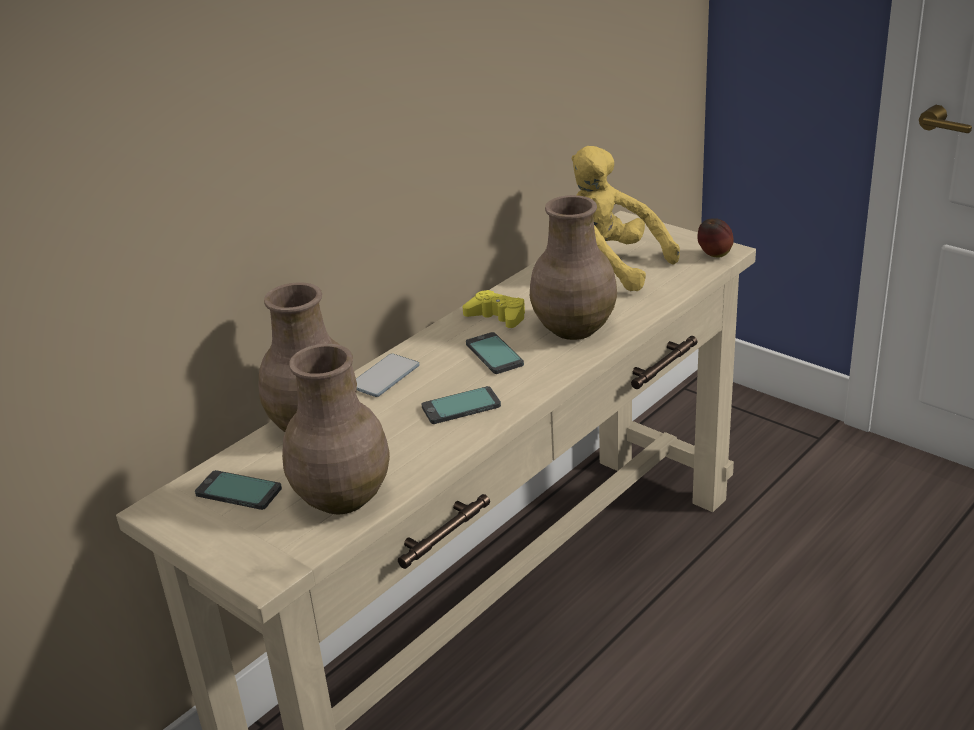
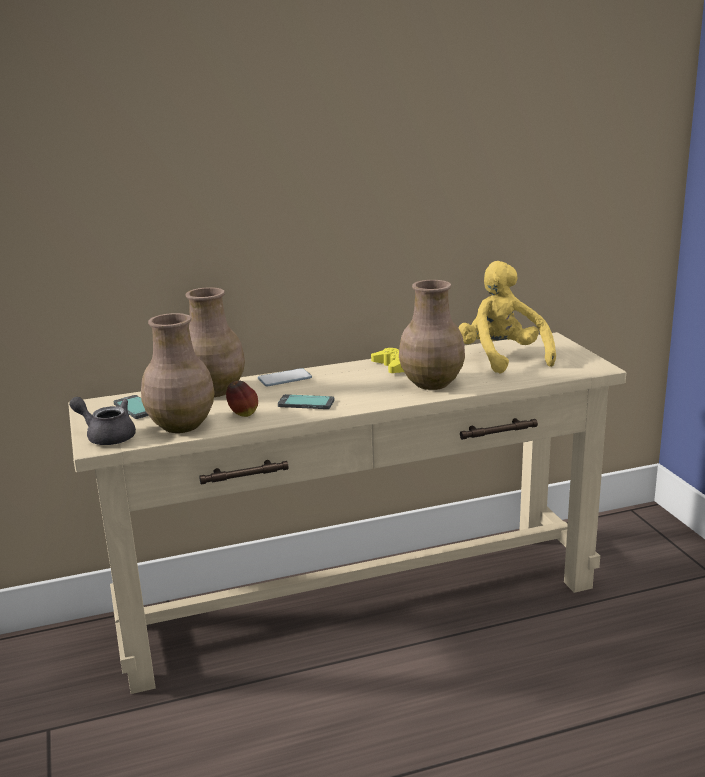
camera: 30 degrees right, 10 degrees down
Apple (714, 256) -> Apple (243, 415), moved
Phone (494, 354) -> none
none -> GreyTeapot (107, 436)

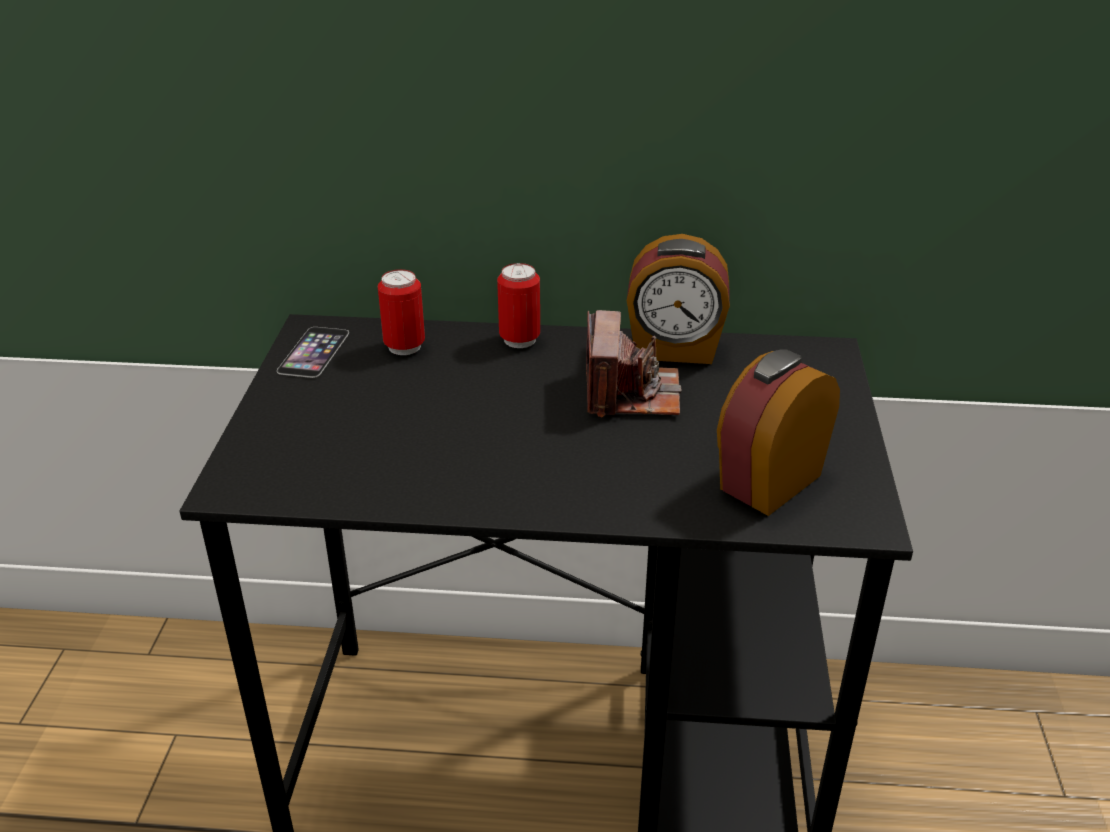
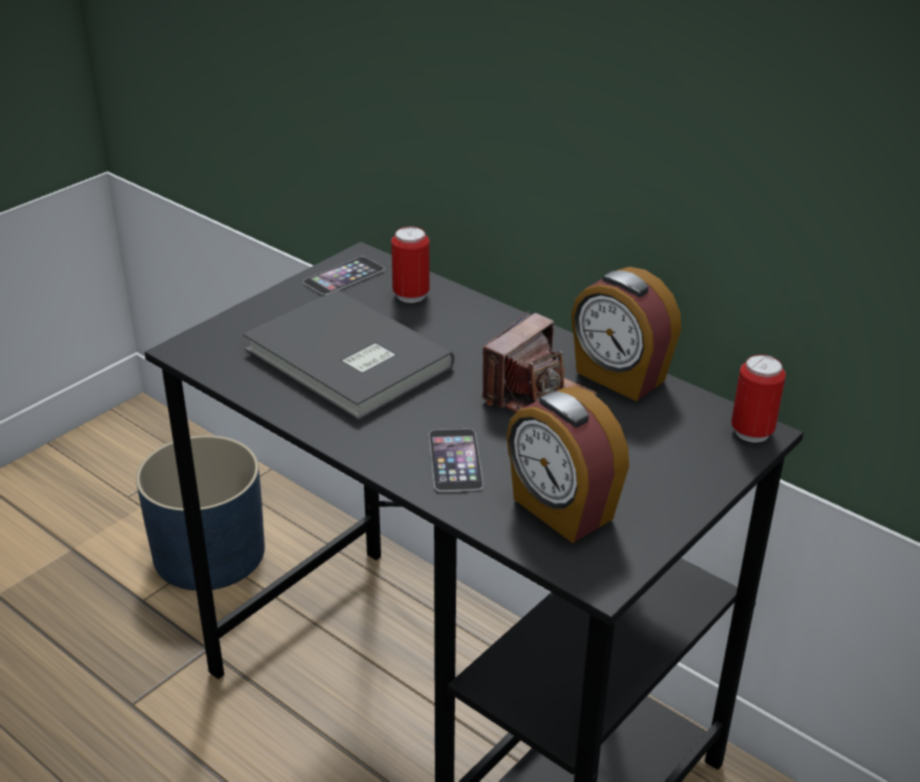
camera: 35 degrees right, 0 degrees up
Can (519, 340) -> Can (752, 432), moved
AlarmClock (768, 481) -> AlarmClock (561, 510), 120 degrees counterclockwise
none -> GreyBook (346, 361)
none -> Phone (455, 459)
none -> BluePlanter (210, 552)

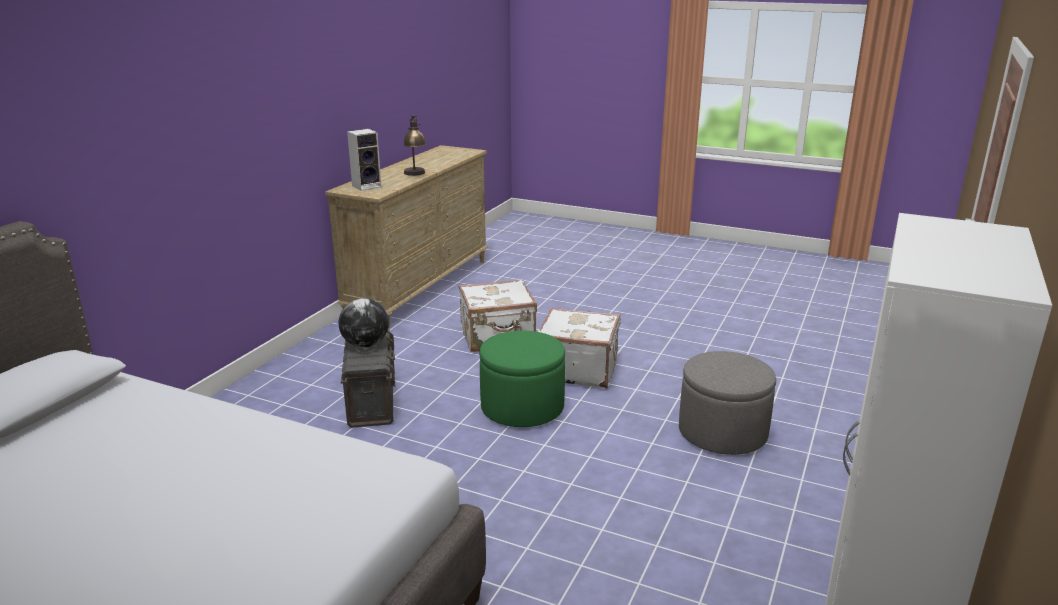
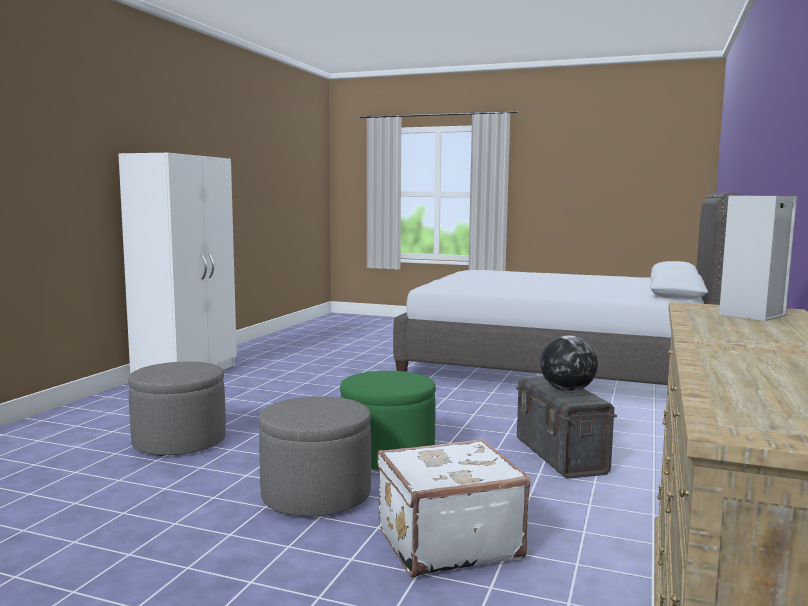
camera: 175 degrees right, 15 degrees down
TableLamp (415, 175) -> none
WhiteSuitcase (577, 369) -> GreyOttoman (316, 495)

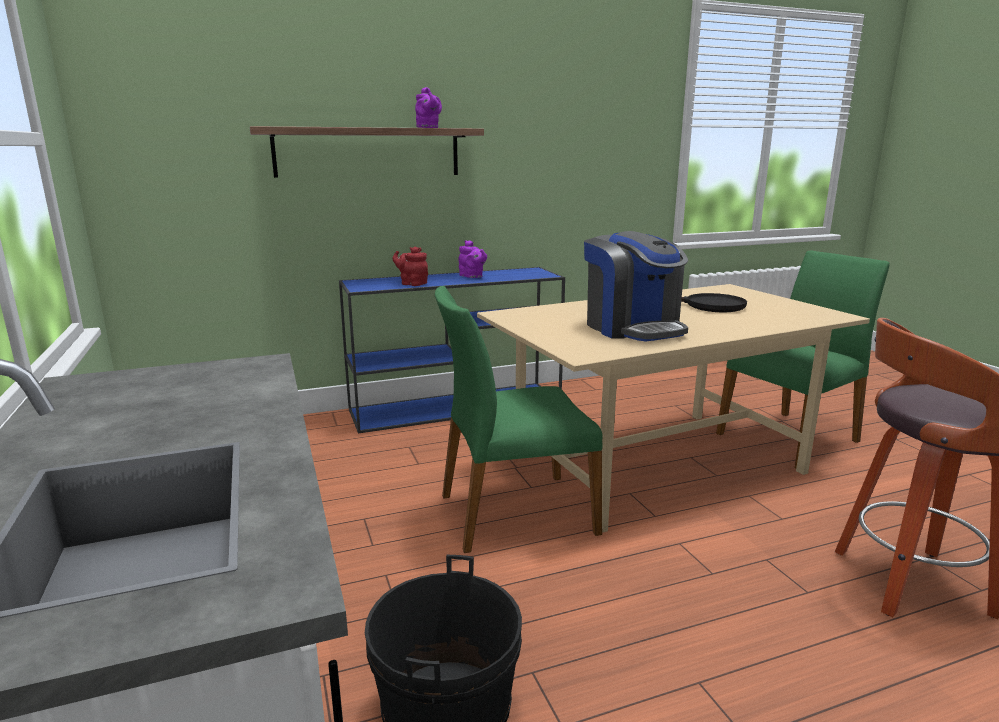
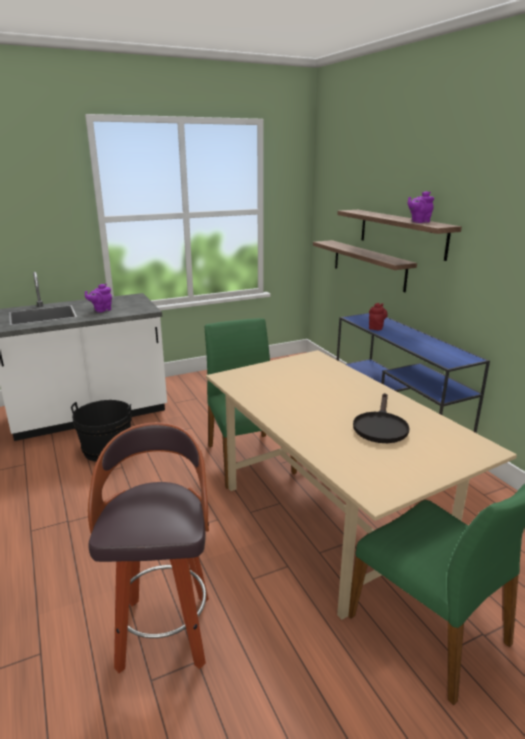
camera: 85 degrees right, 5 degrees up
CoffeeMachine (632, 328) -> none
PurpleTeapot (472, 276) -> PurpleTeapot (101, 310), moved
none -> Shelf (368, 264)

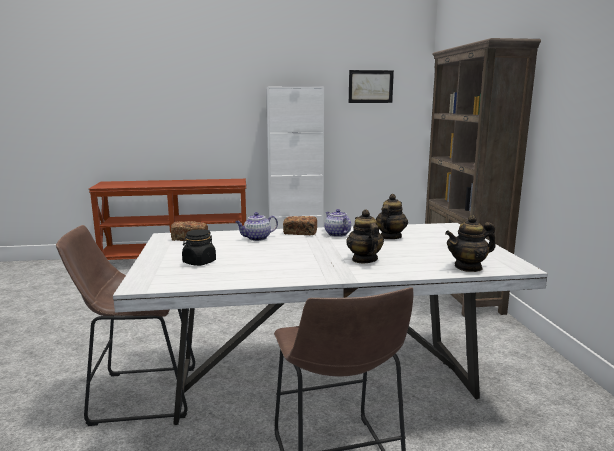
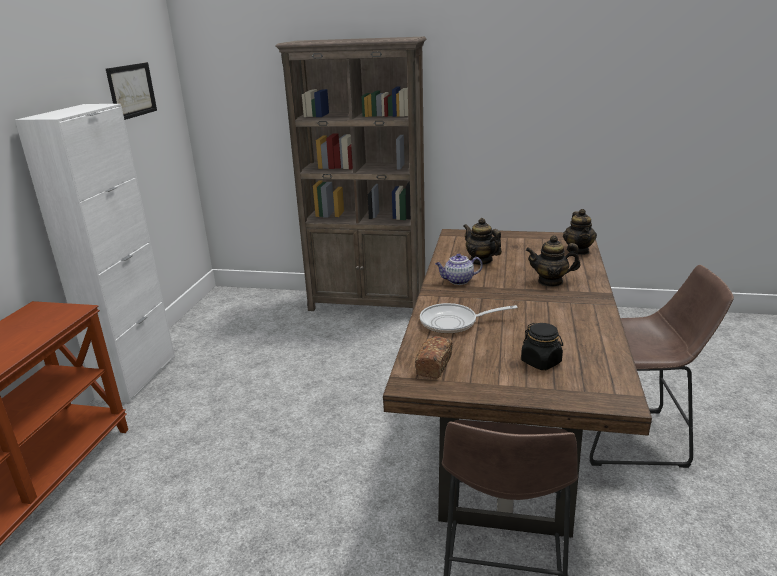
camera: 70 degrees left, 10 degrees up
Teapot (256, 238) -> FryingPan (453, 323)
Bread (300, 233) -> none
WhiteDiningTable (322, 381) -> BrownDiningTable (508, 421)

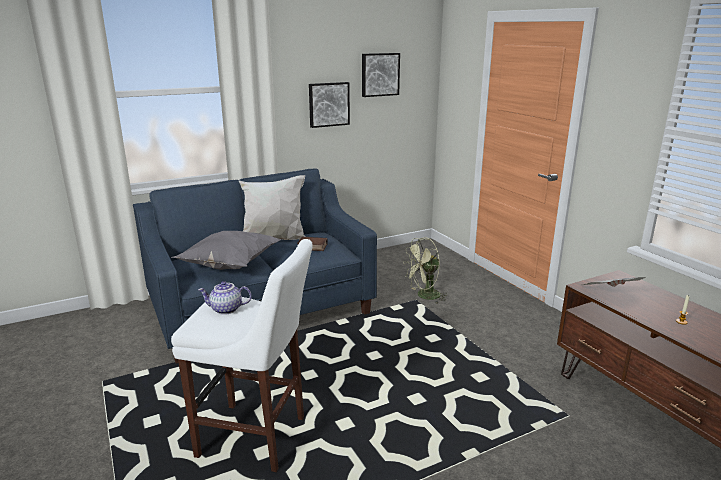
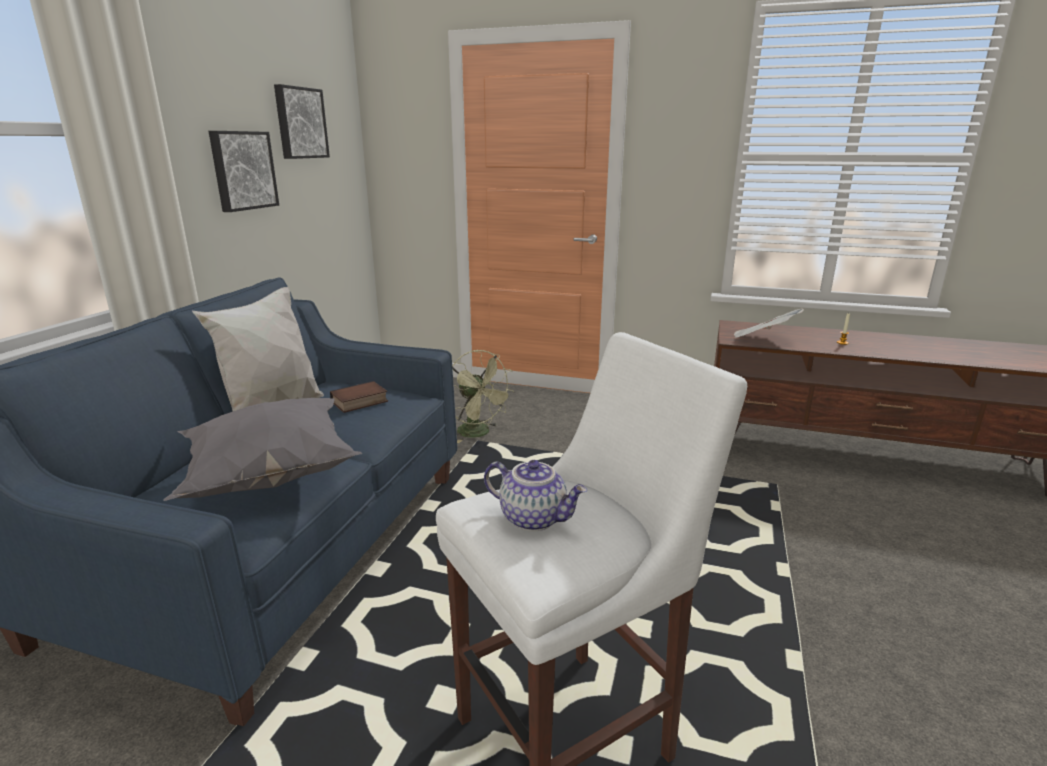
camera: 45 degrees left, 0 degrees up
GreenFan (424, 296) -> GreenFan (479, 433), 60 degrees counterclockwise
Teapot (226, 310) -> Teapot (534, 518), 105 degrees counterclockwise

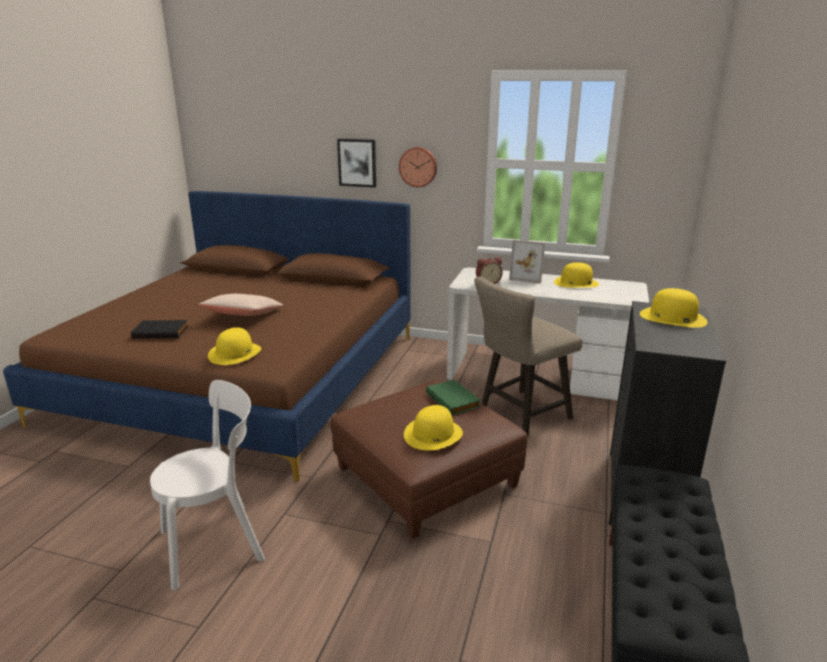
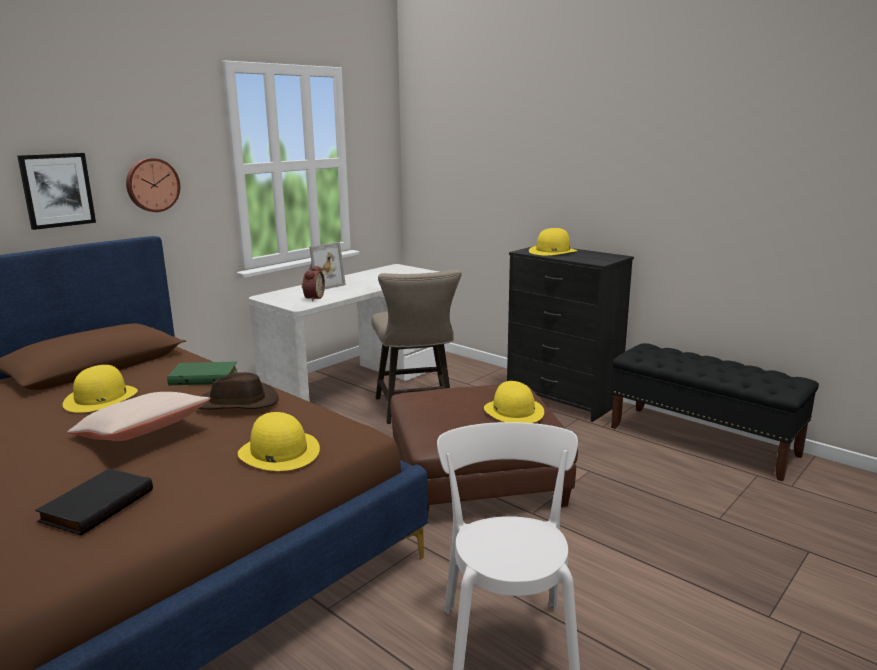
camera: 65 degrees left, 5 degrees down
YellowHat (576, 283) -> YellowHat (101, 398), moved
GreenBook (454, 400) -> GreenBook (204, 377), moved
none -> BrownHat (237, 403)

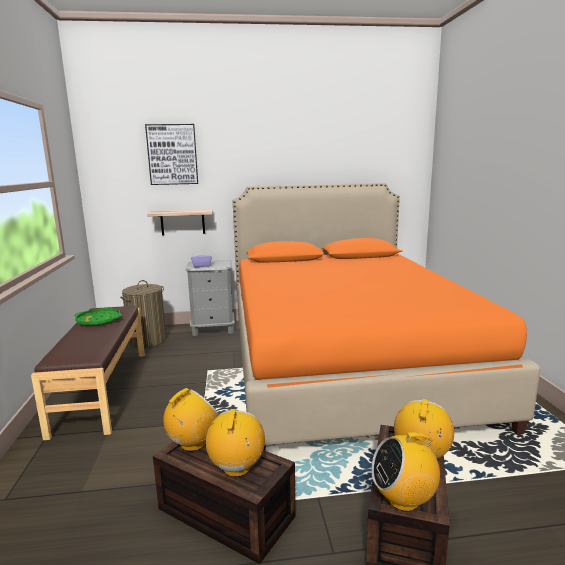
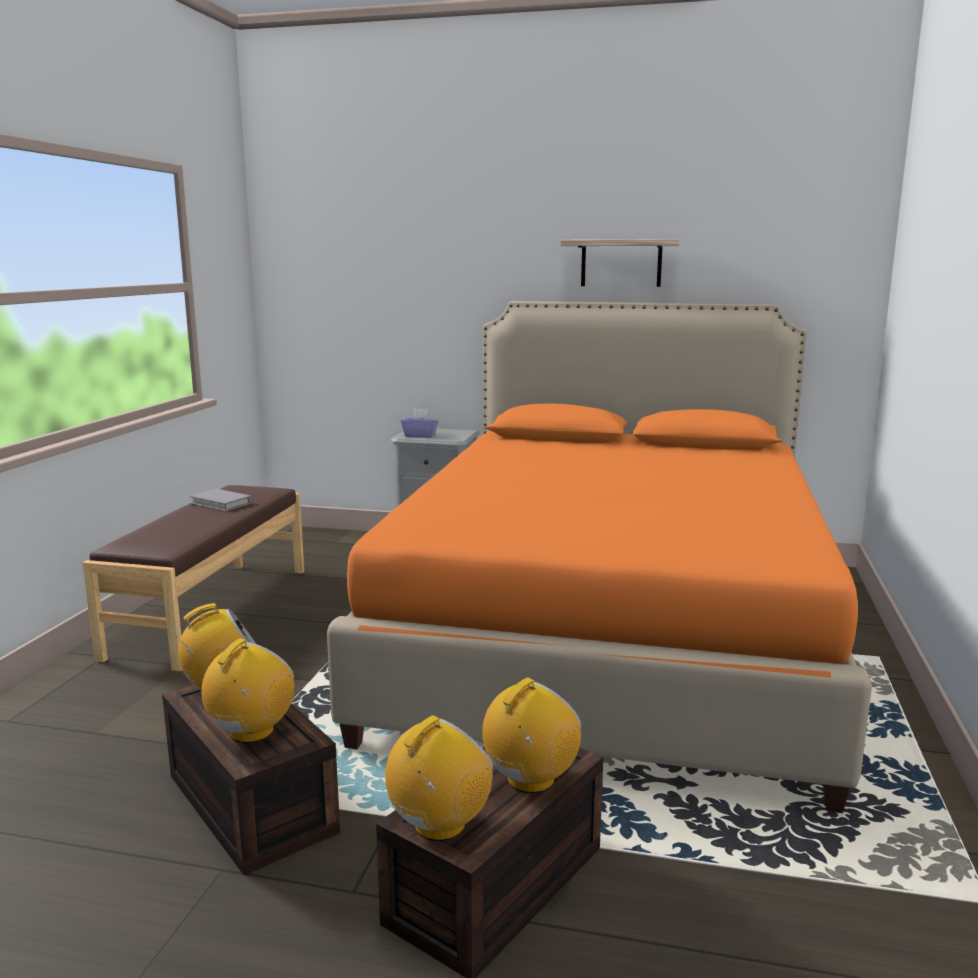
camera: 20 degrees right, 0 degrees up
Picture (172, 154) -> none
Shelf (182, 222) -> Shelf (621, 263), moved
LaundryBasket (147, 340) -> none
GreenTray (98, 320) -> GreyBook (221, 503)
Radio (403, 499) -> Radio (439, 825), 120 degrees clockwise

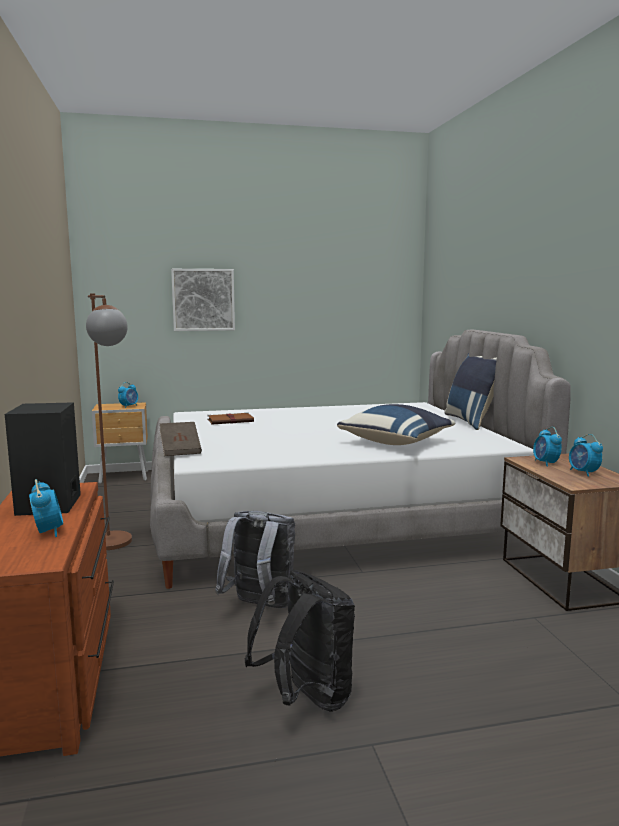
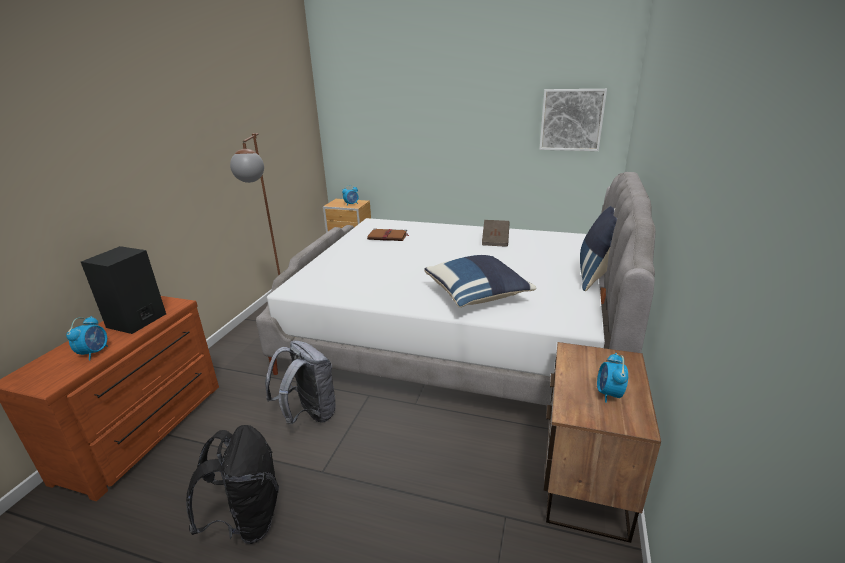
camera: 30 degrees right, 15 degrees up
Picture (203, 300) -> Picture (571, 120), moved
BrownBook (180, 450) -> BrownBook (495, 241), moved
AlarmClock (545, 463) -> none

